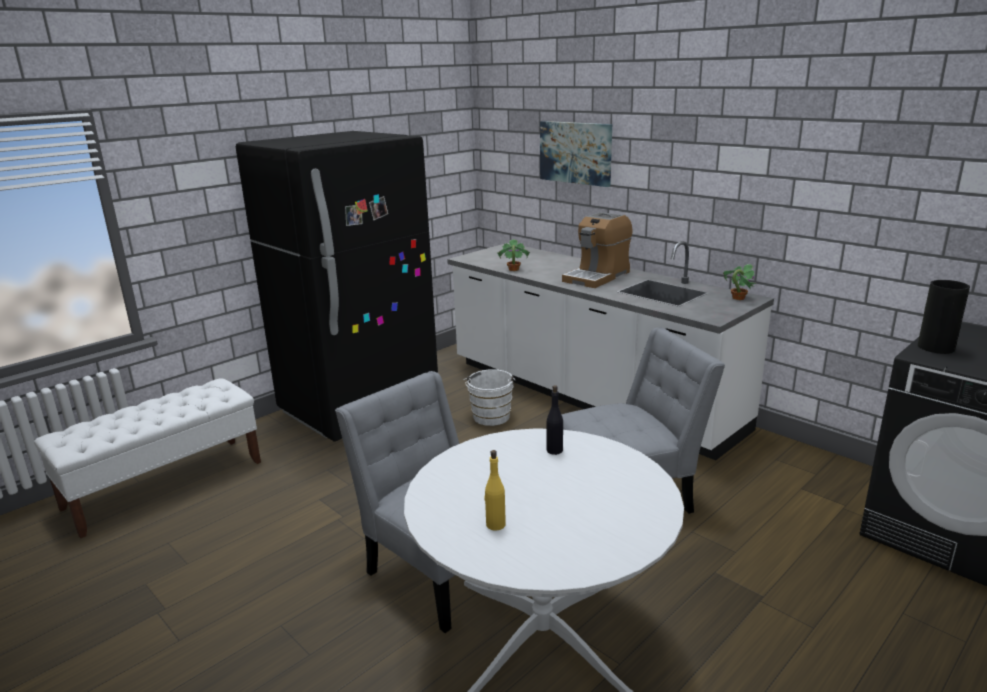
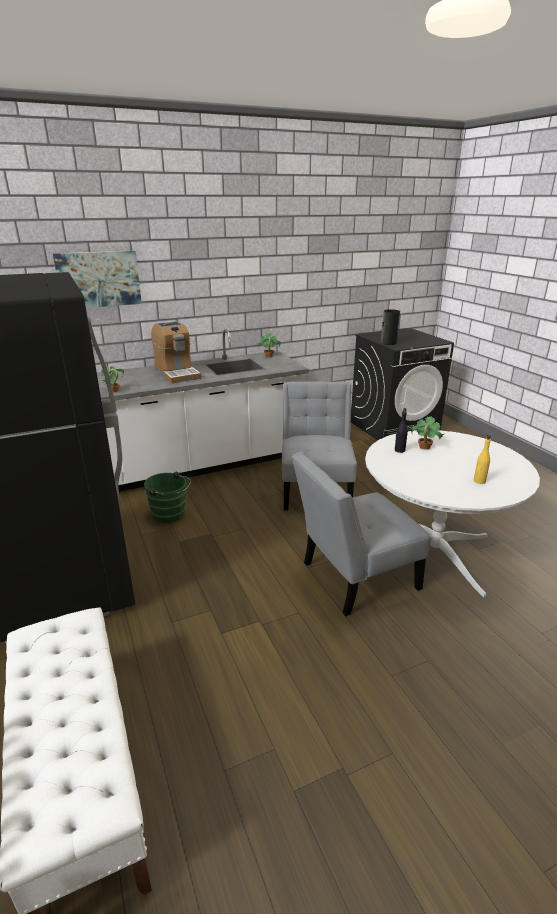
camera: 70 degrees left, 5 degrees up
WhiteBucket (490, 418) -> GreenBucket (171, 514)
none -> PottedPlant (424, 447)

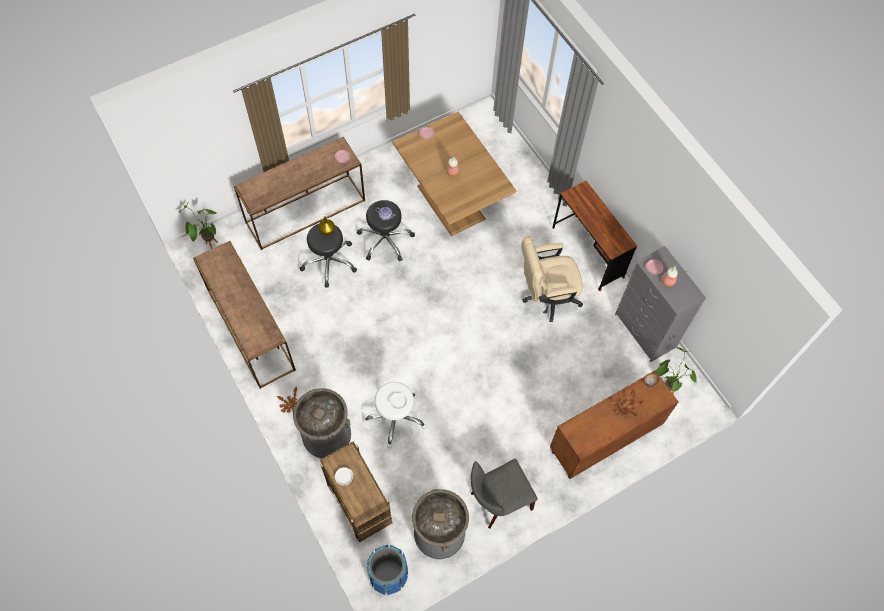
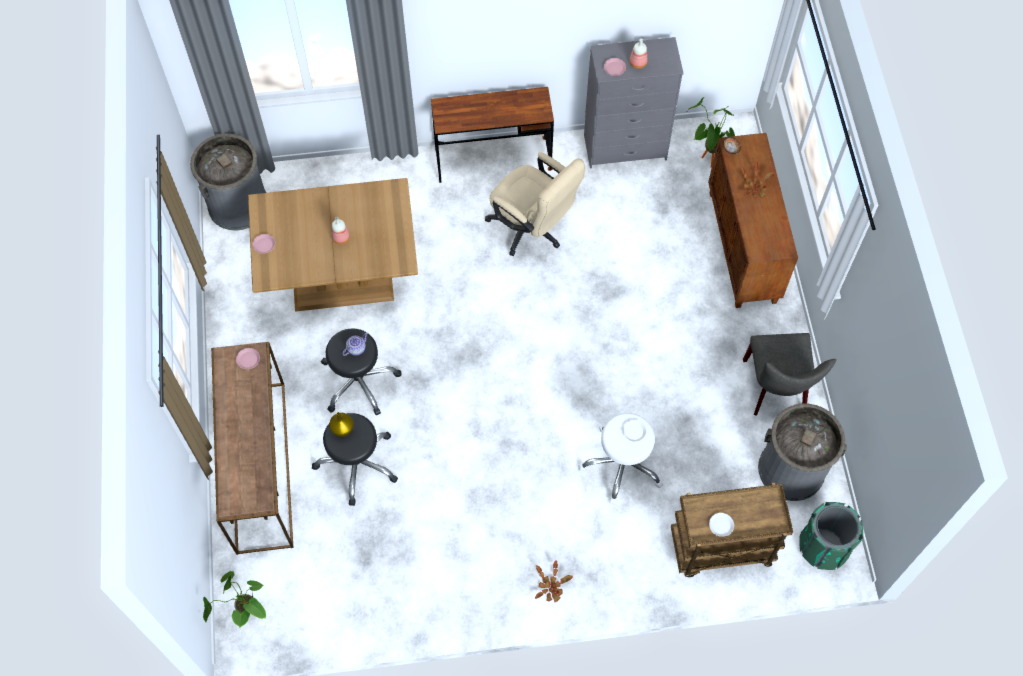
camera: 65 degrees left, 0 degrees up
BeigeOfficeChair (546, 297) -> BeigeOfficeChair (532, 229), 60 degrees counterclockwise
BrownConsoleTable (249, 329) -> none
GreyTrashCan (326, 435) -> GreyTrashCan (238, 204), moved
BlueTrashCan (388, 575) -> GreenTrashCan (823, 546)

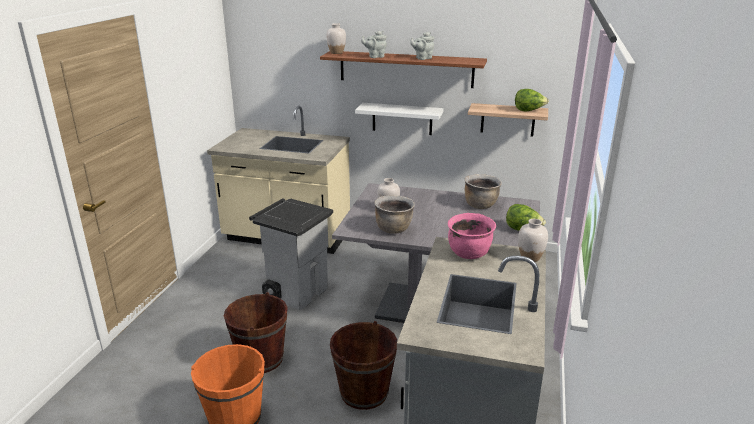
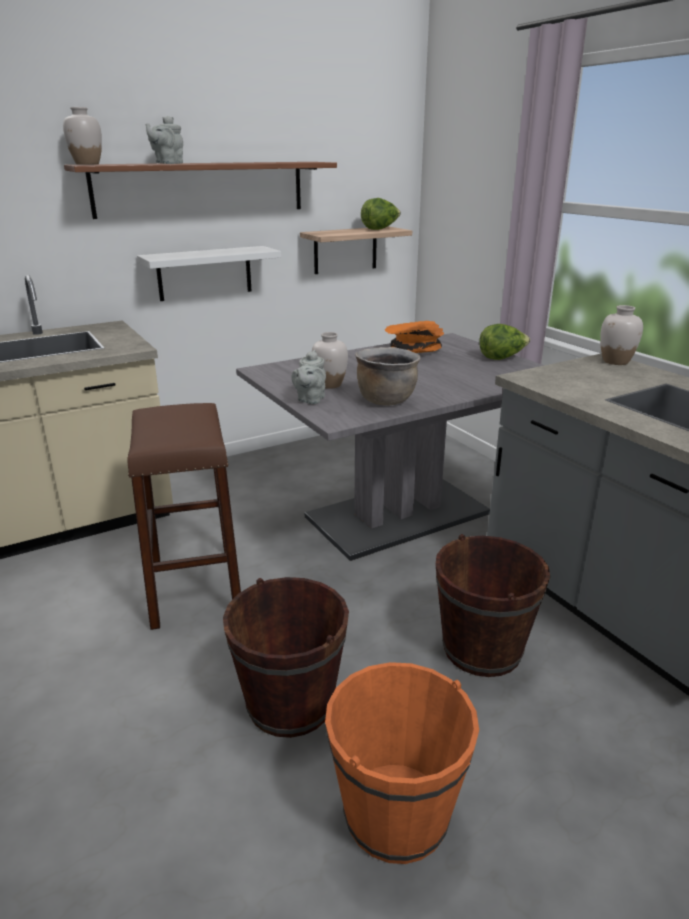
camera: 45 degrees left, 0 degrees up
GreyTeapot (422, 58) -> GreyTeapot (310, 400), moved
BrownCookingPot (480, 205) -> OrangeBowl (413, 351)
GreyTrashCan (297, 292) -> BrownStool (194, 585)
PinkCookingPot (469, 254) -> none

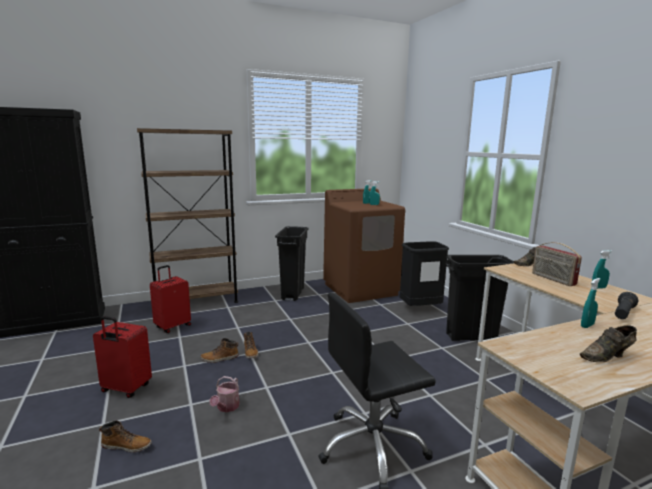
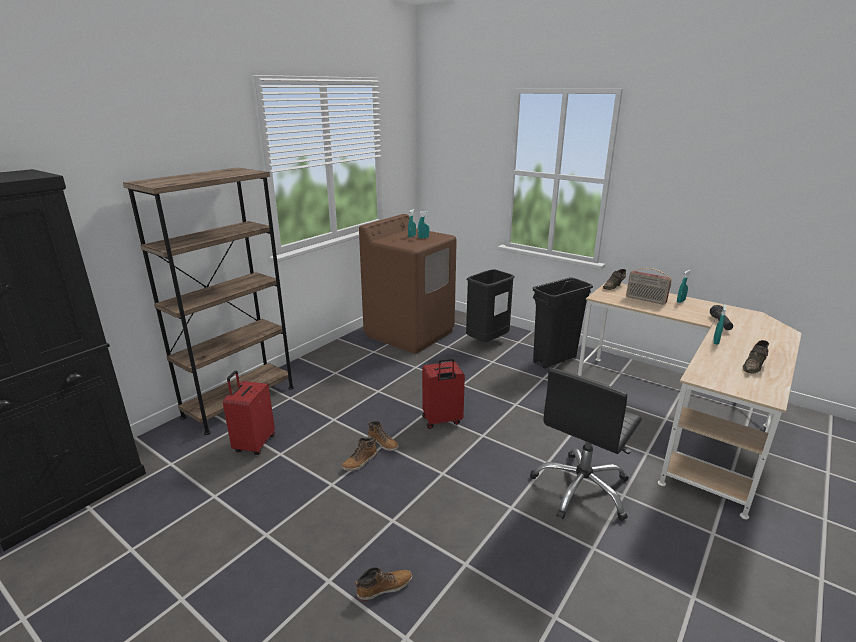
camera: 30 degrees left, 10 degrees up
BlackTrashCan (293, 294) -> none
RedSuitcase (125, 389) -> RedSuitcase (442, 421), moved
WateringCan (226, 407) -> none

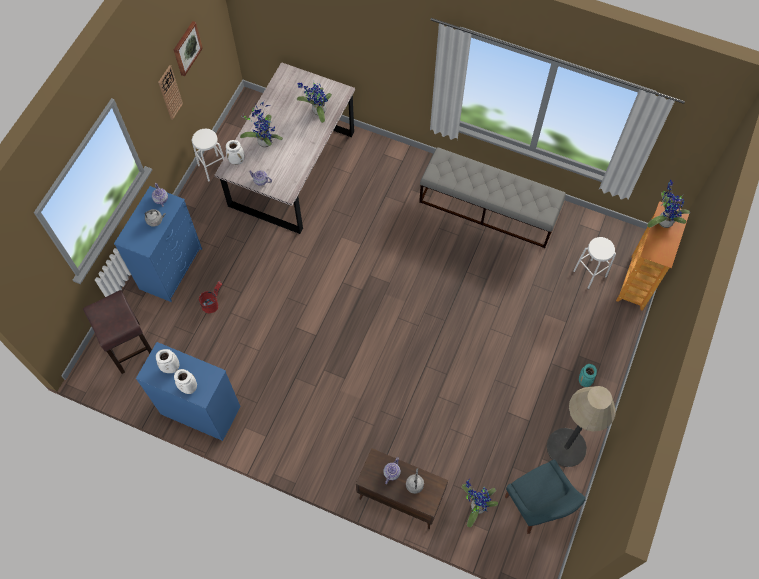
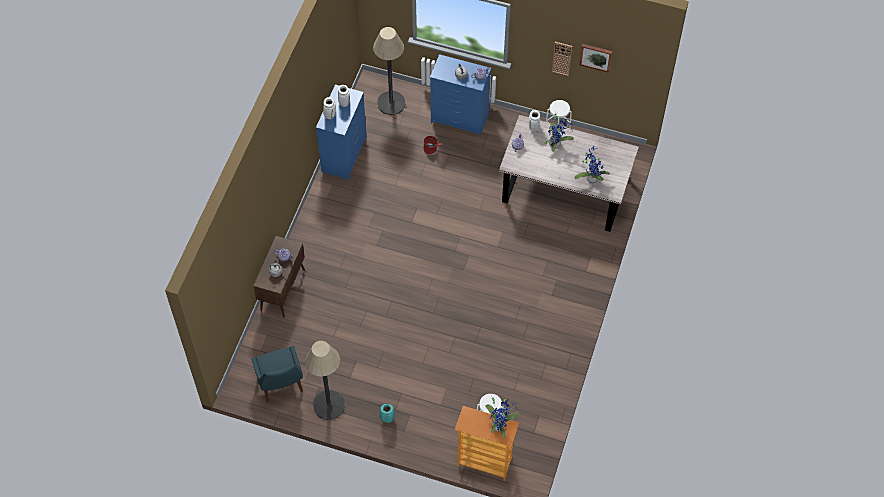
camera: 85 degrees right, 5 degrees down
GreyBench (488, 208) -> none
BrownStool (129, 346) -> FloorLamp (391, 103)
BlueChair (537, 506) -> BlueChair (280, 384), 75 degrees counterclockwise
PottedPlant (476, 505) -> none

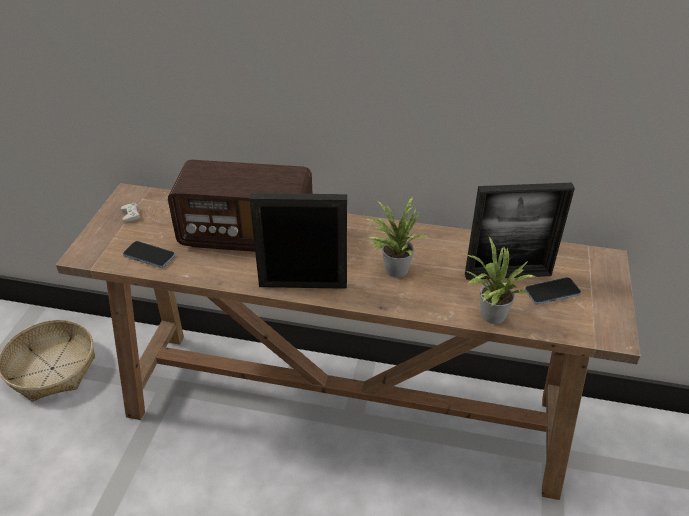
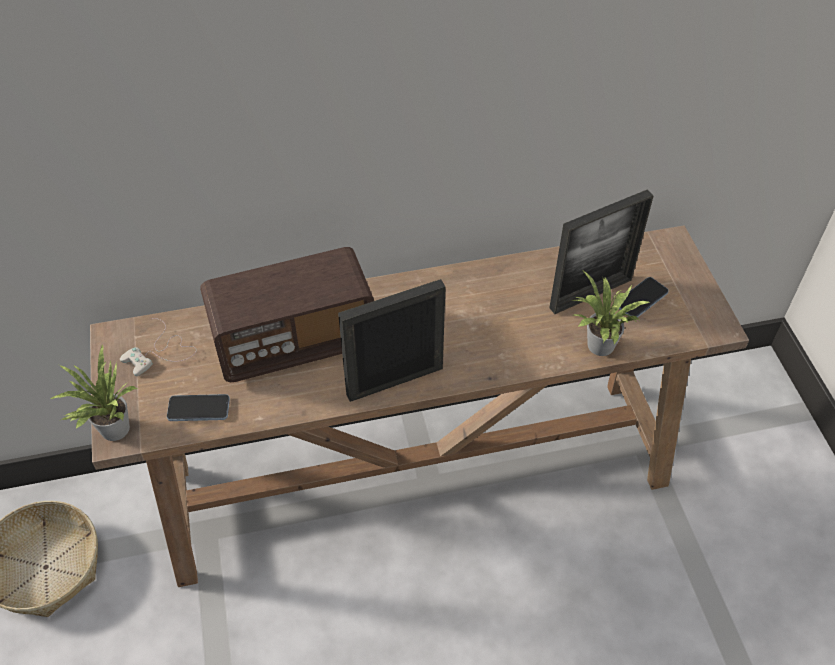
camera: 25 degrees left, 10 degrees up
PottedPlant (393, 268) -> PottedPlant (111, 429), moved

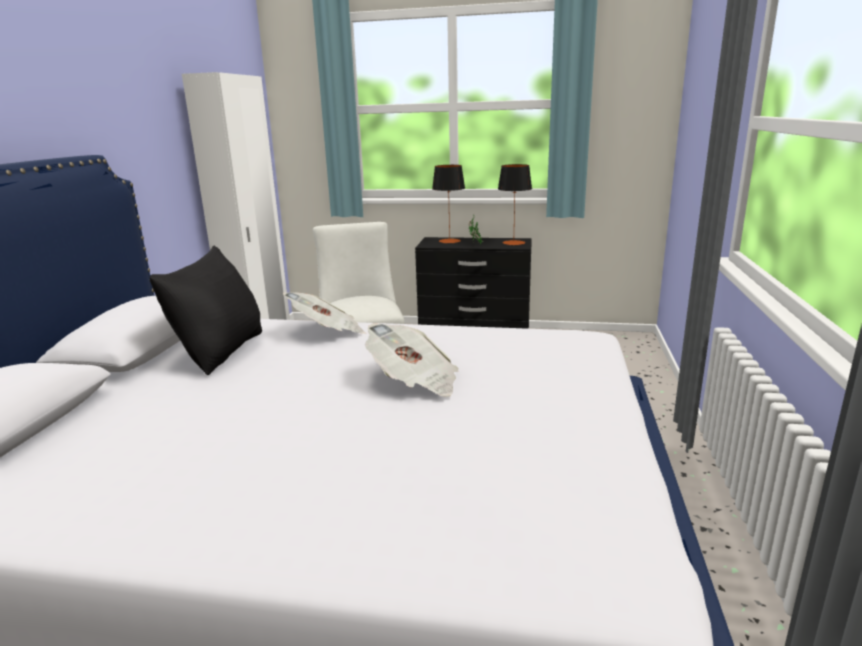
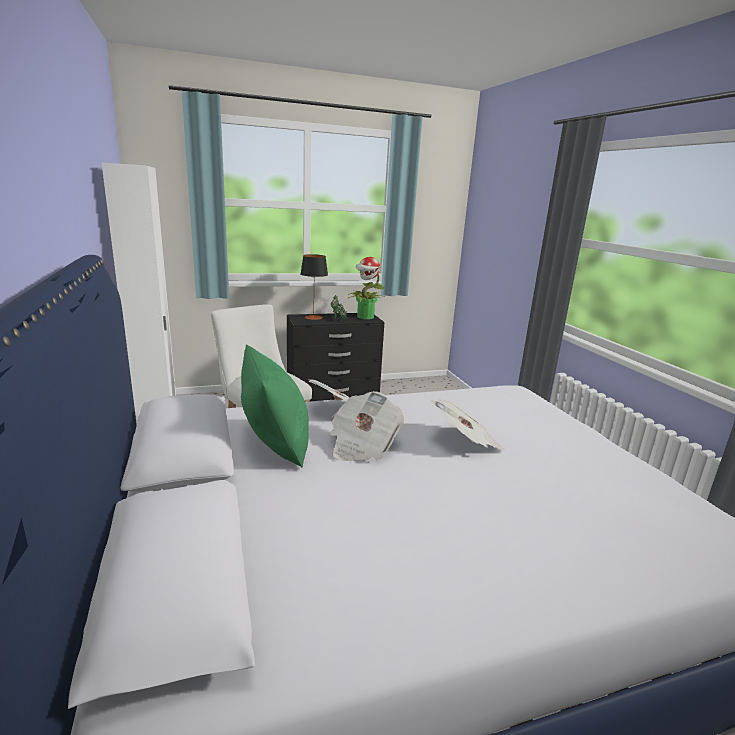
camera: 30 degrees left, 0 degrees up
TableLamp (513, 243) -> PottedPlant (365, 317)
BlackPillow (221, 352) -> GreenPillow (275, 443)
none -> Newspaper (362, 445)

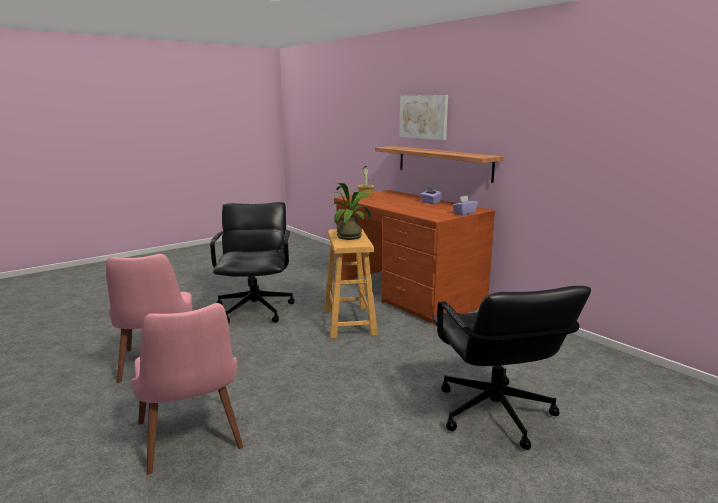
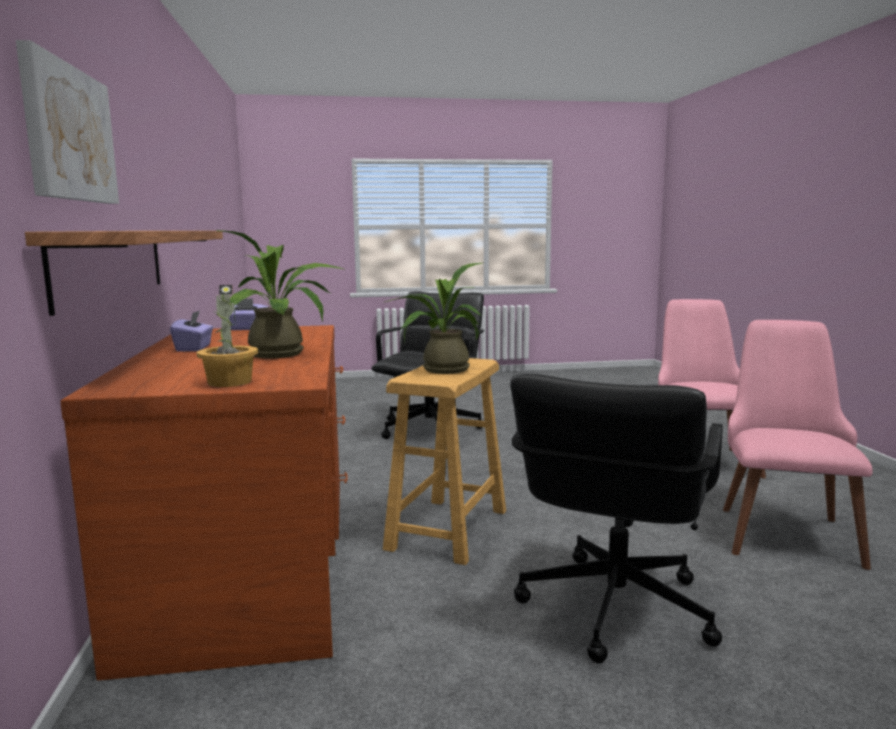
camera: 150 degrees left, 5 degrees down
none -> PottedPlant (284, 354)

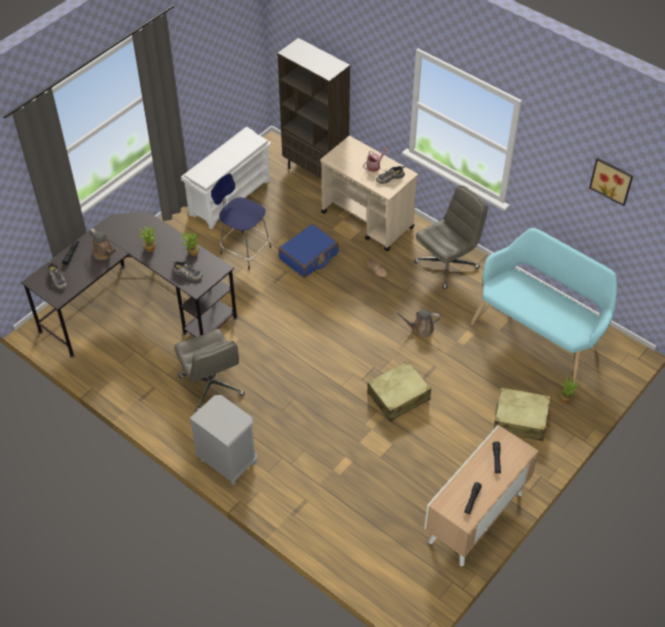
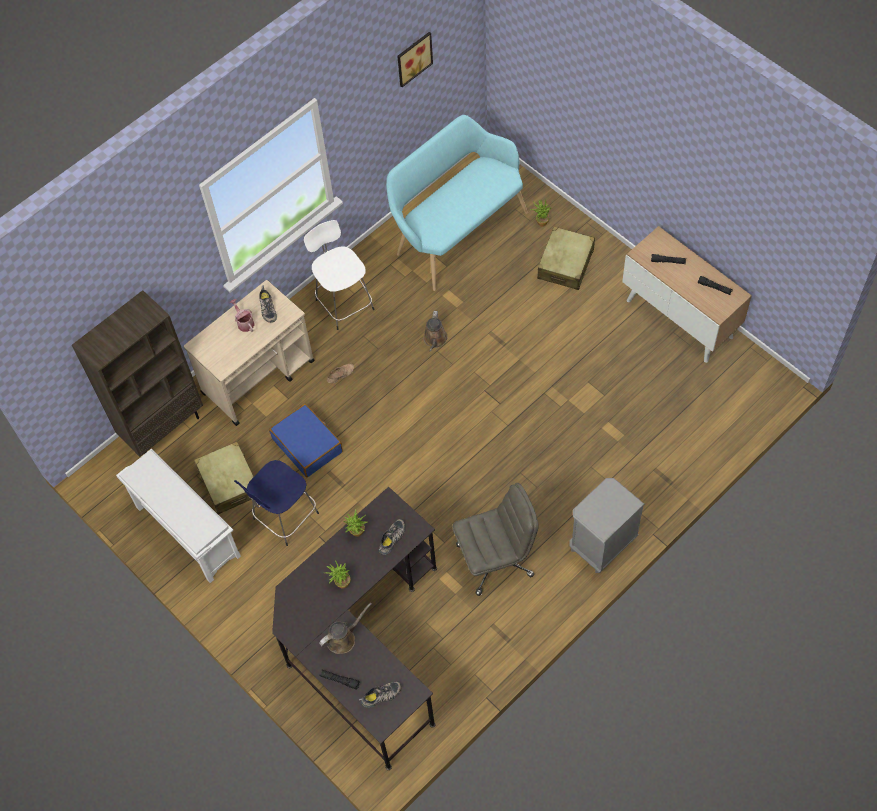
camera: 80 degrees left, 10 degrees up
GreyOfficeChair (447, 264) -> WhiteStool (343, 303)
BeigeSuitcase (398, 396) -> BeigeSuitcase (229, 482), moved

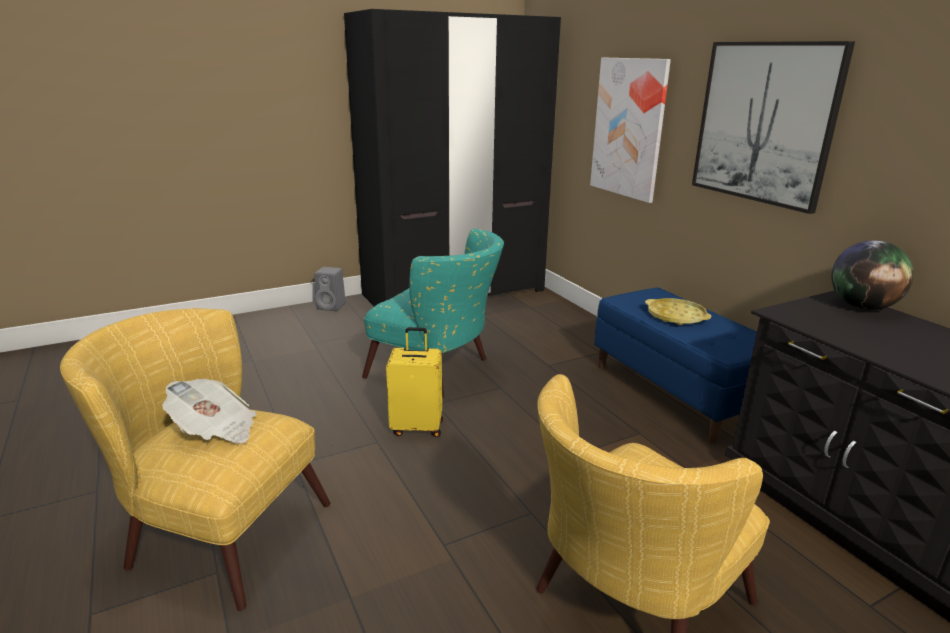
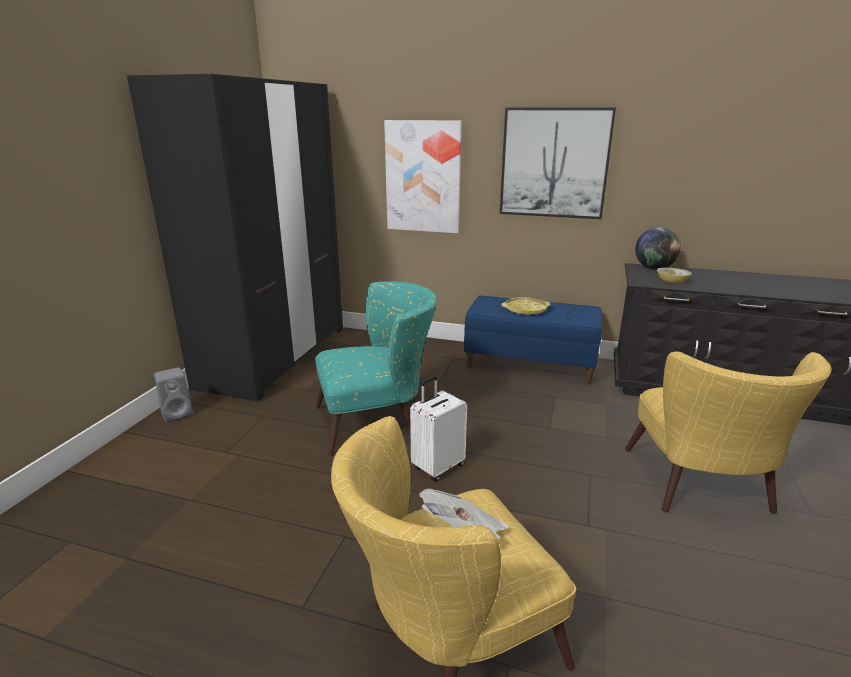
camera: 45 degrees left, 0 degrees up
YellowSuitcase (417, 427) -> WhiteSuitcase (437, 467)
none -> Bowl (671, 282)

